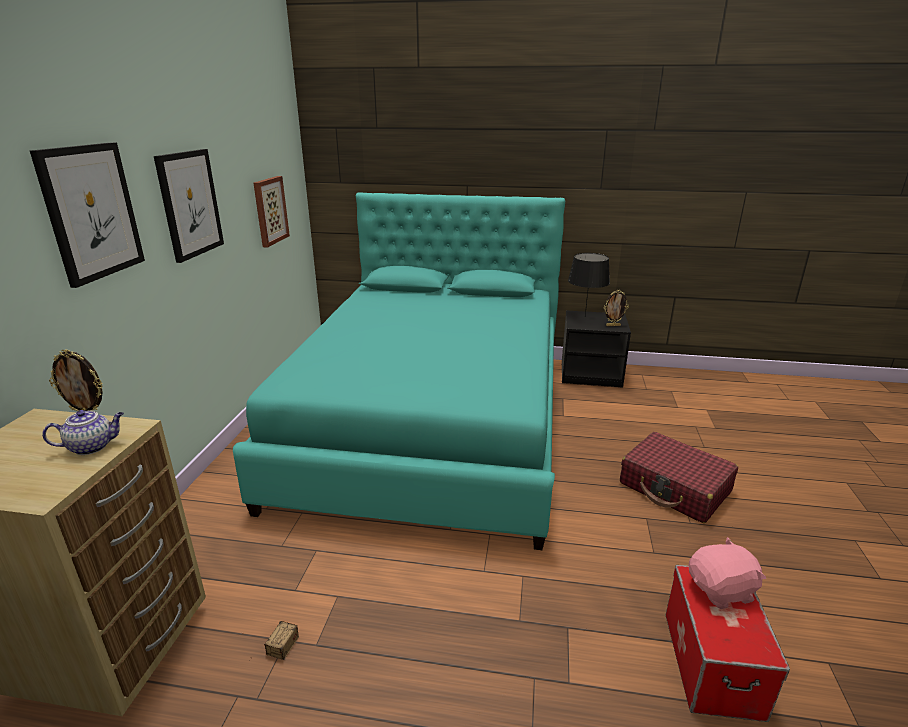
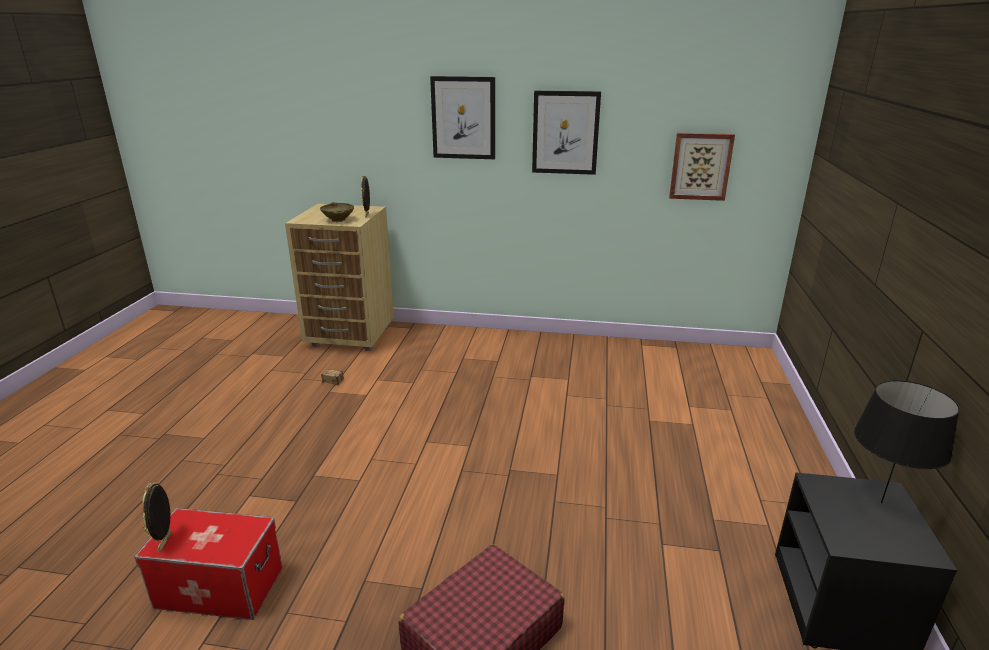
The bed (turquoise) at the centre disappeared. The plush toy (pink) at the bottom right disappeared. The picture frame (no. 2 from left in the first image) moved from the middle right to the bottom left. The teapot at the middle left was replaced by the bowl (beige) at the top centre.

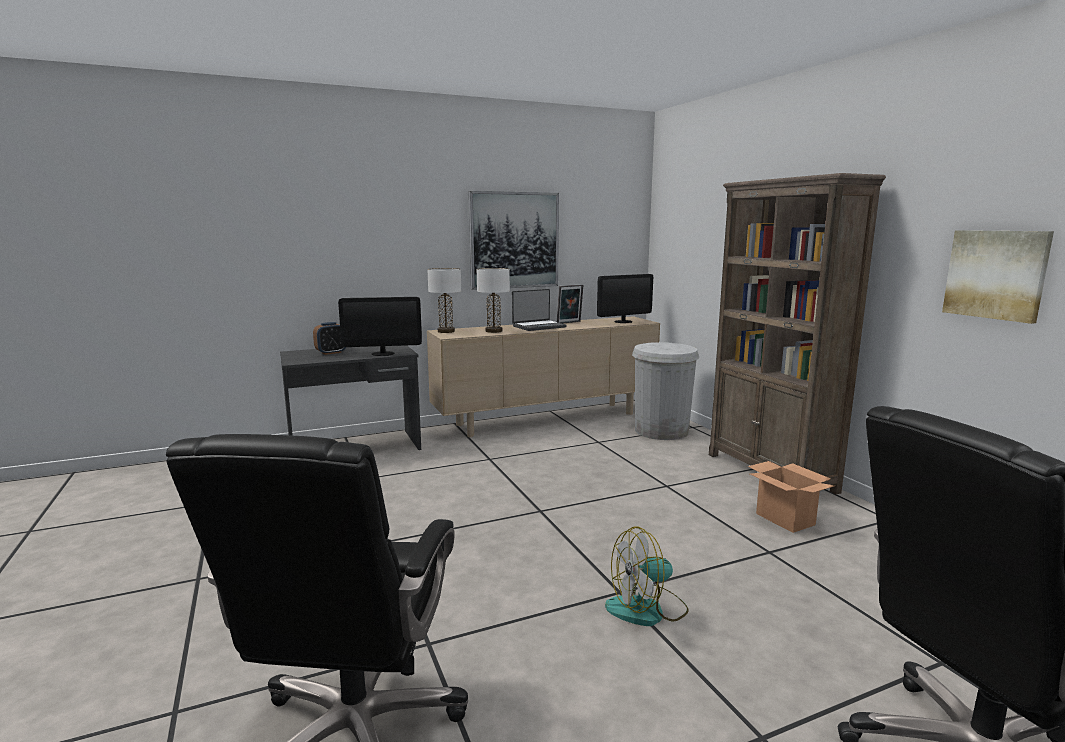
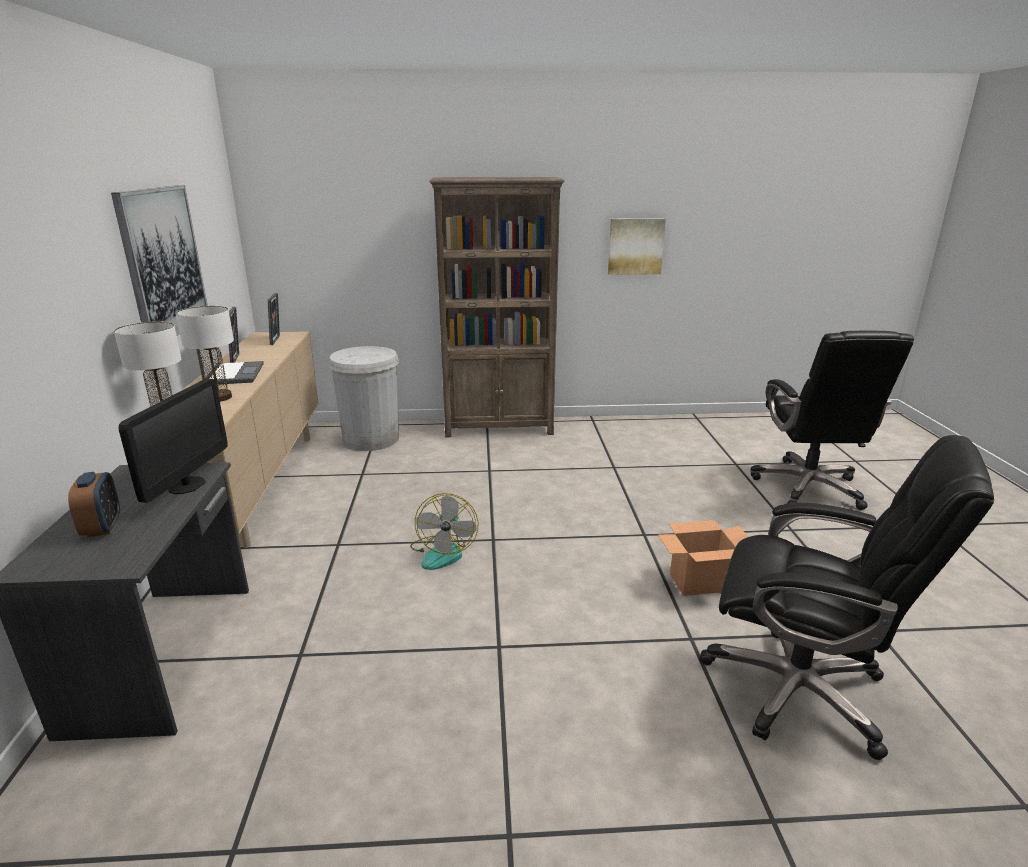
The fan moved from the bottom centre to the centre. The cardboard box moved from the bottom right to the middle right. The monitor (no. 2 from left) at the centre was replaced by the picture frame (no. 2 from left) at the middle left.

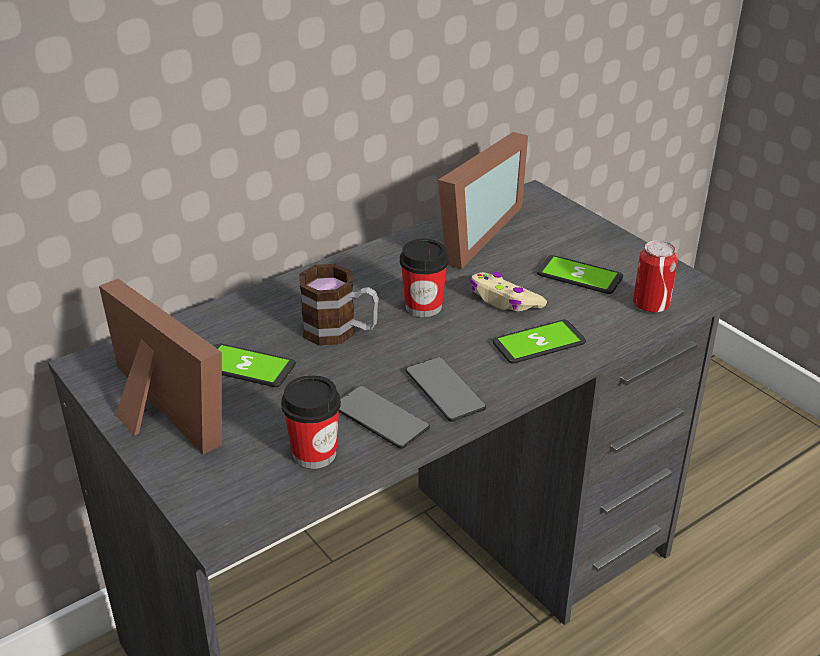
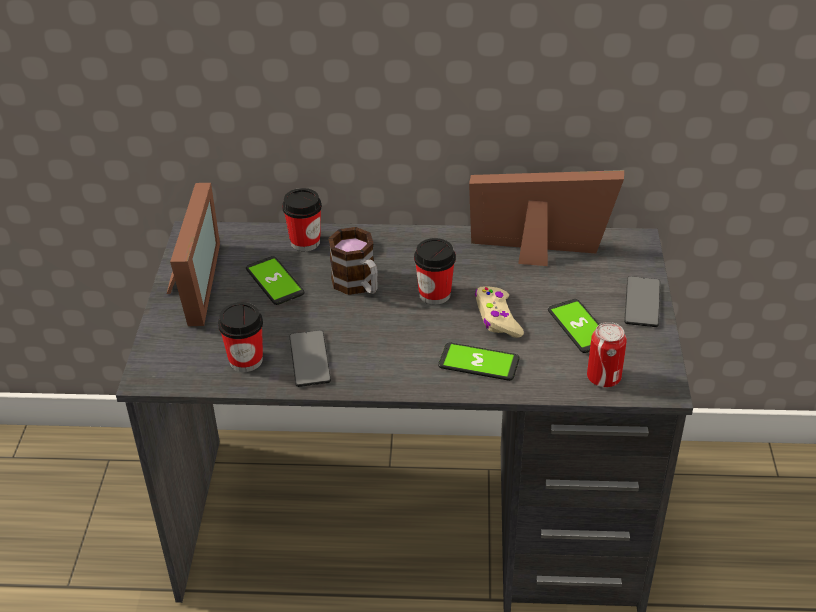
The cup (no. 2 from left) at the centre appeared. The phone (no. 3 from left in the first image) moved from the centre to the middle right. The picture frame (no. 2 from left) at the top centre turned 150 degrees counterclockwise.

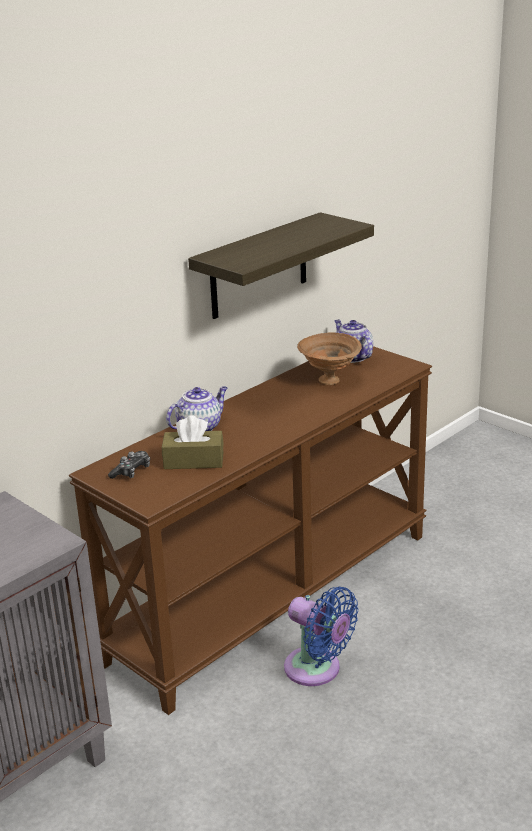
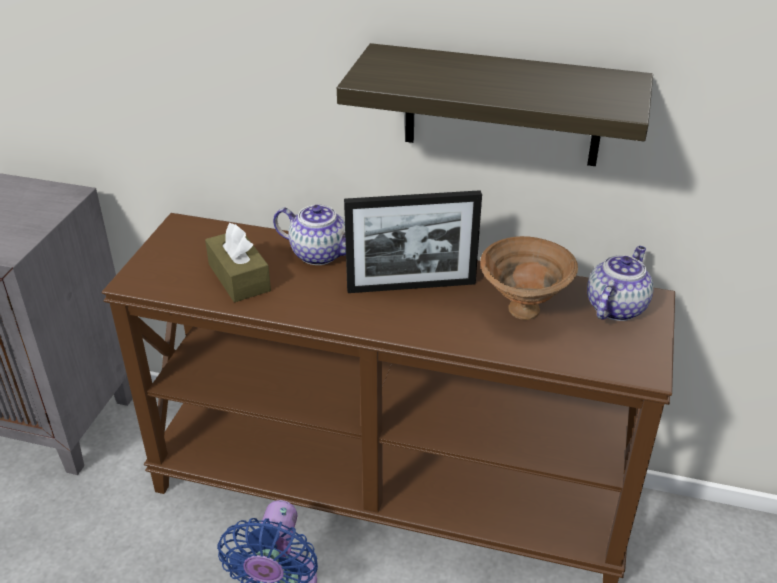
The game controller at the middle left disappeared. The picture frame at the centre appeared.

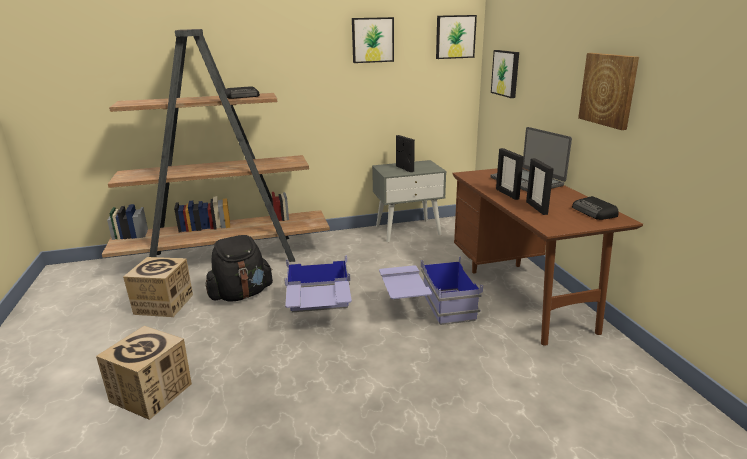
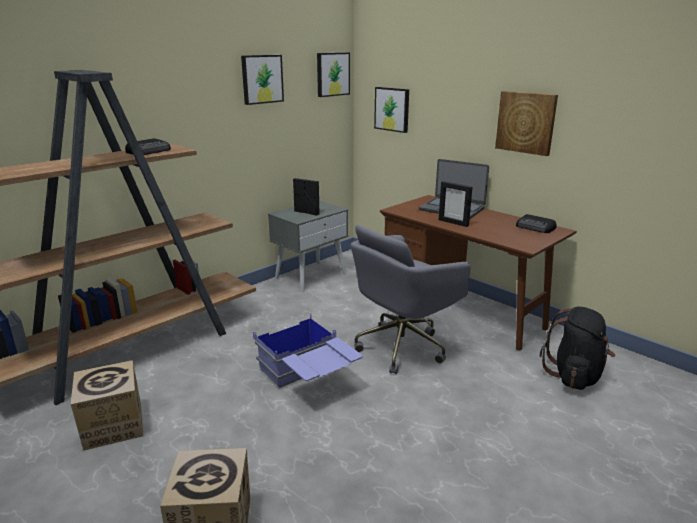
The picture frame (no. 3 from left) at the middle right disappeared. The backpack (black) moved from the middle left to the middle right. The storage box (blue) (no. 2 from left) at the centre was replaced by the office chair (grey) at the centre.

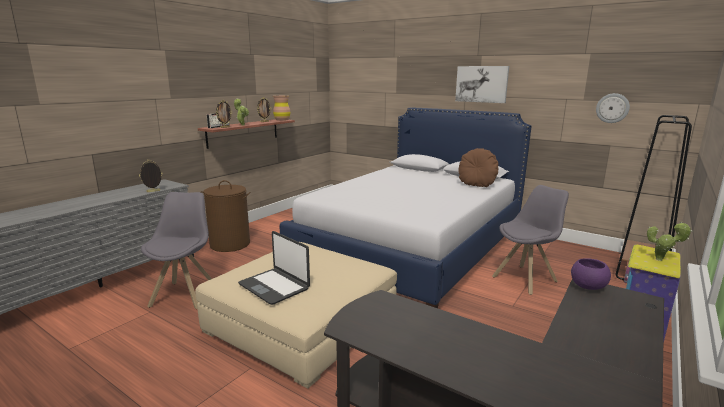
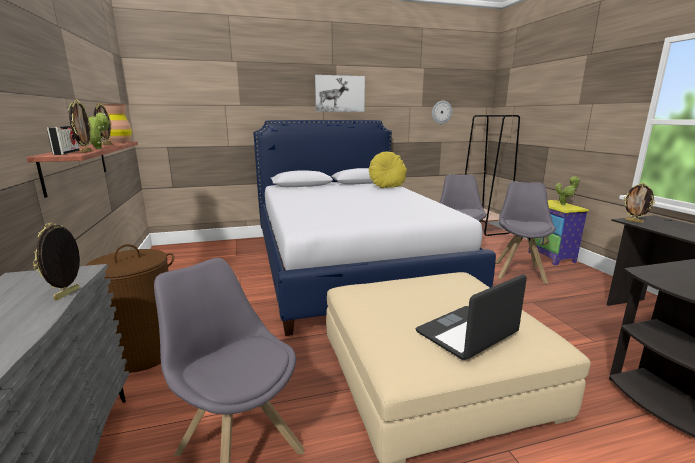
The chair (grey) (no. 3 from left) at the middle right appeared. The bowl (purple) at the bottom right was replaced by the picture frame (no. 4 from left) at the middle right. The pillow (brown) at the centre became the pillow (yellow) at the centre. The laptop at the centre turned 150 degrees clockwise.

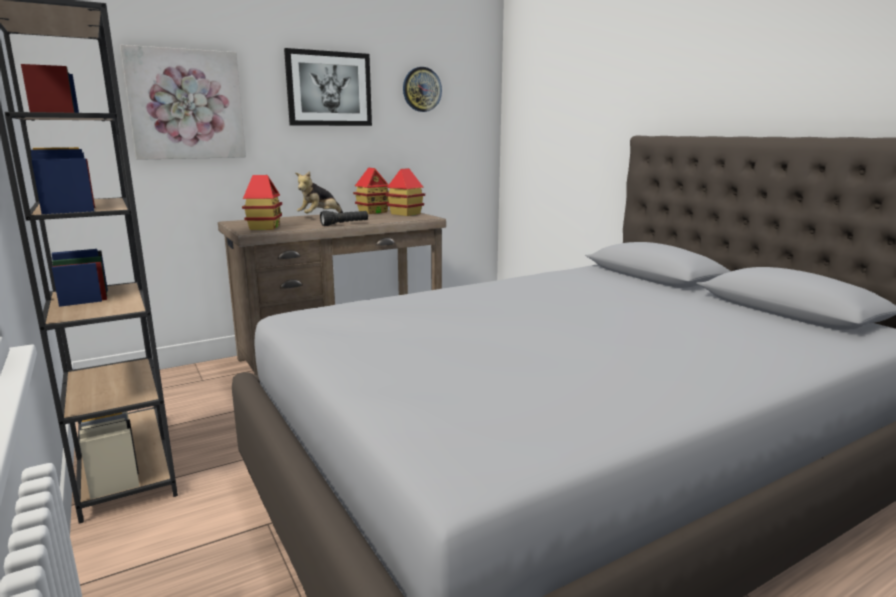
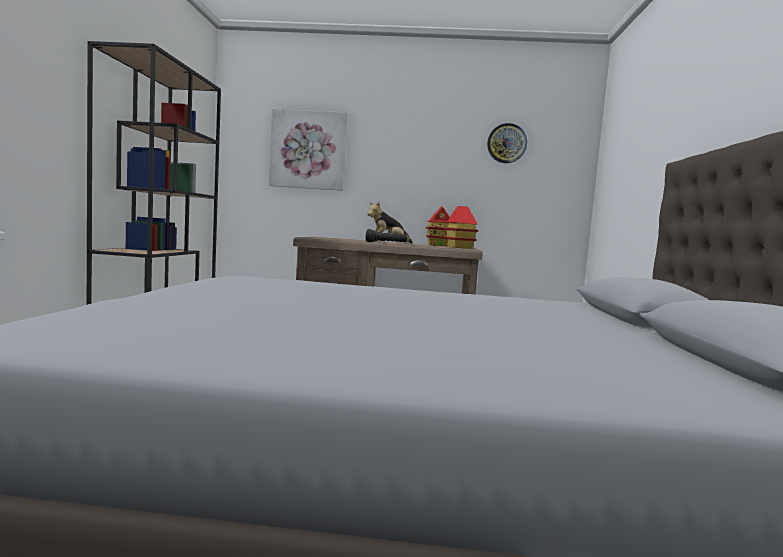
The toy house (no. 1 from left) at the middle left disappeared. The picture (no. 2 from left) at the top centre disappeared.

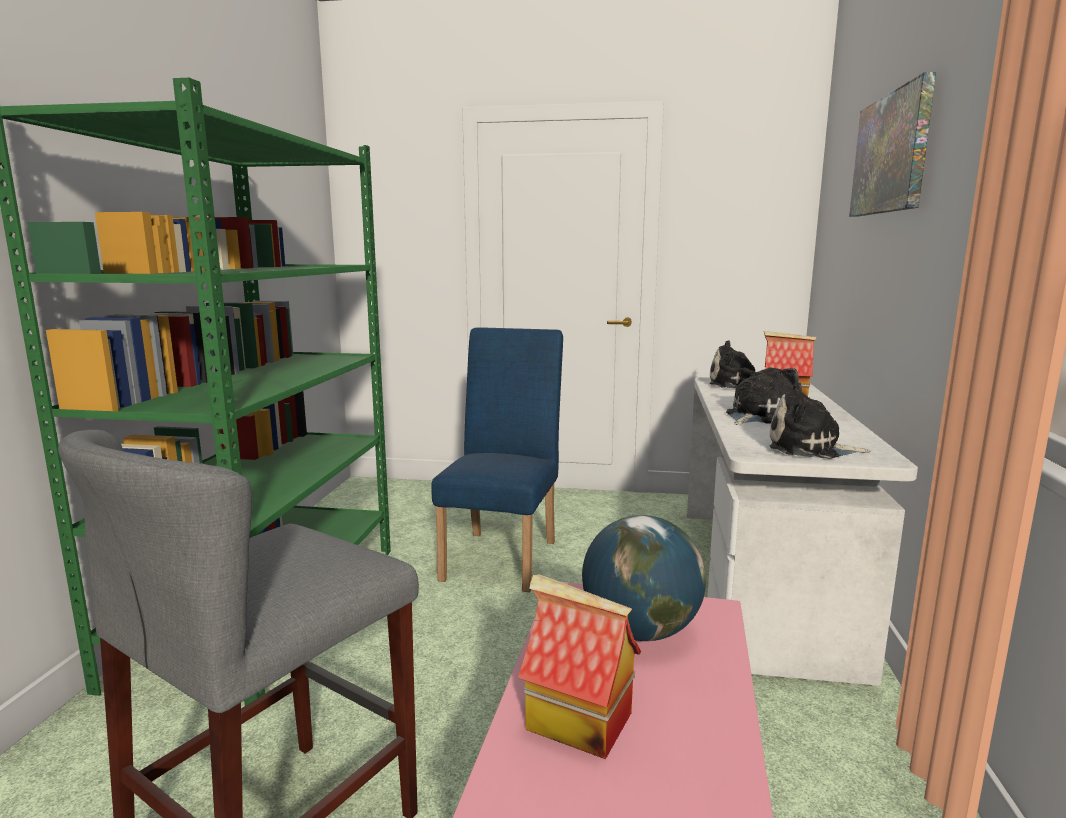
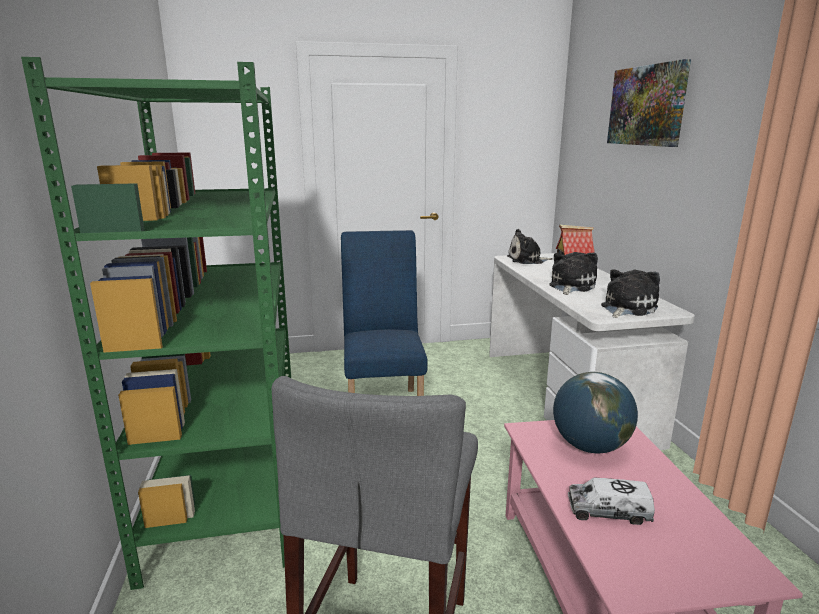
The toy house (no. 1 from left) at the bottom centre was replaced by the toy truck at the bottom right. The plush toy (no. 3 from left) at the middle right turned 135 degrees clockwise.

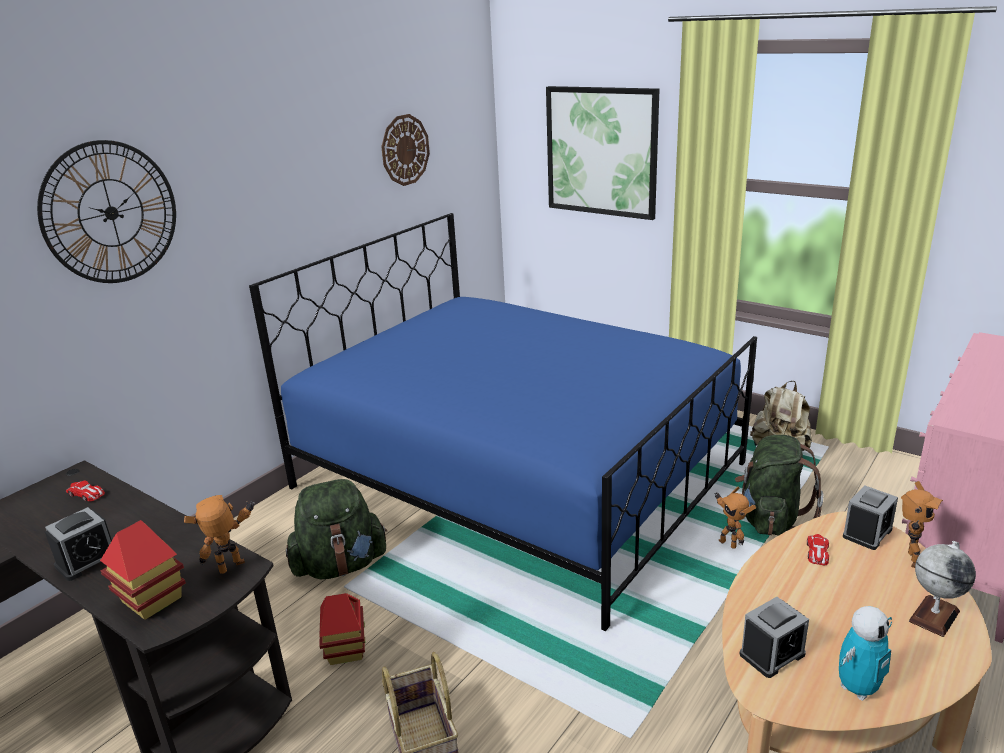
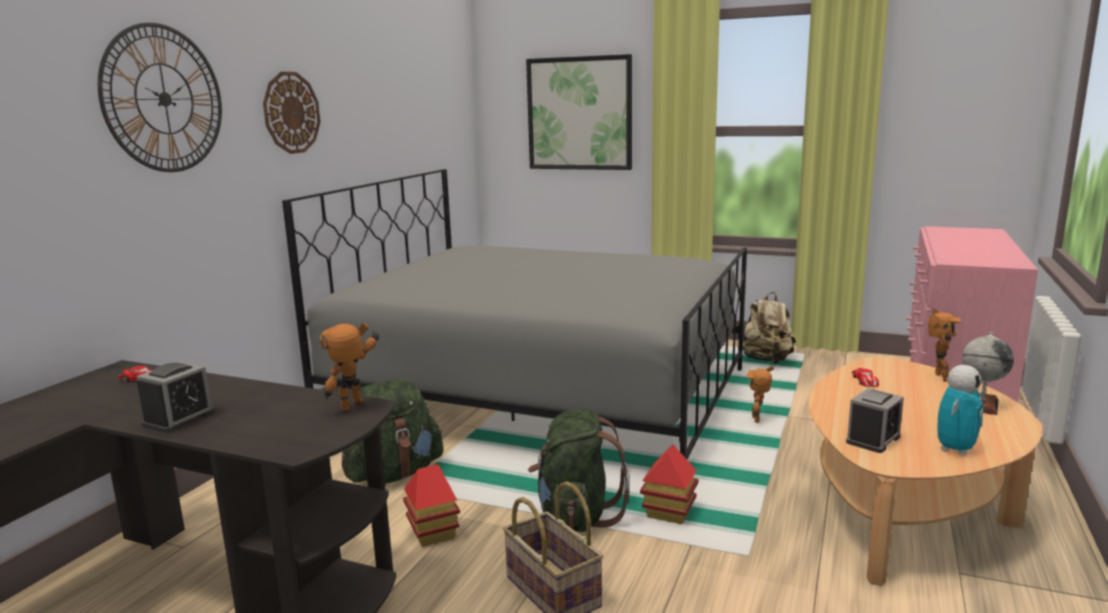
The alarm clock (no. 3 from left) at the bottom right disappeared. The toy house (no. 1 from left in the first image) moved from the bottom left to the bottom centre. The wall clock (no. 2 from left) moved from the top centre to the top left. The backpack (green) (no. 2 from left) moved from the middle right to the bottom centre. The bed (blue) at the centre became the bed (grey) at the centre. The toy robot (no. 2 from left) at the bottom right turned 60 degrees clockwise.

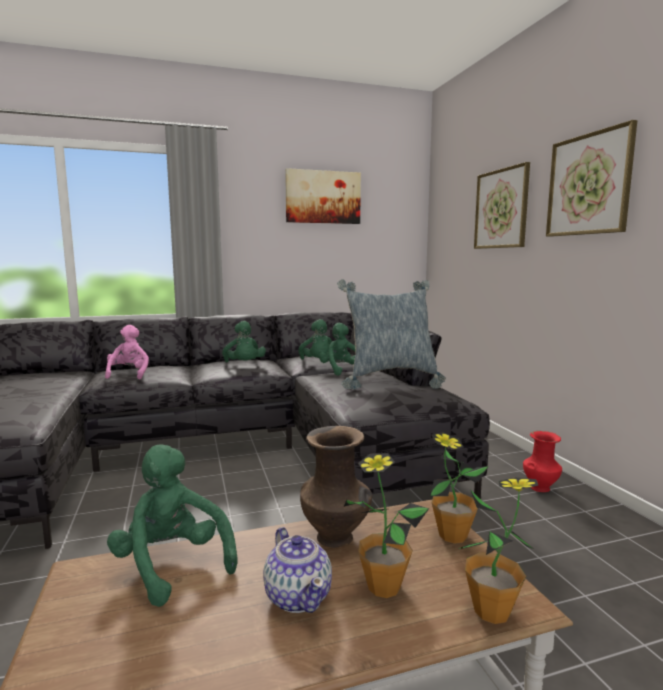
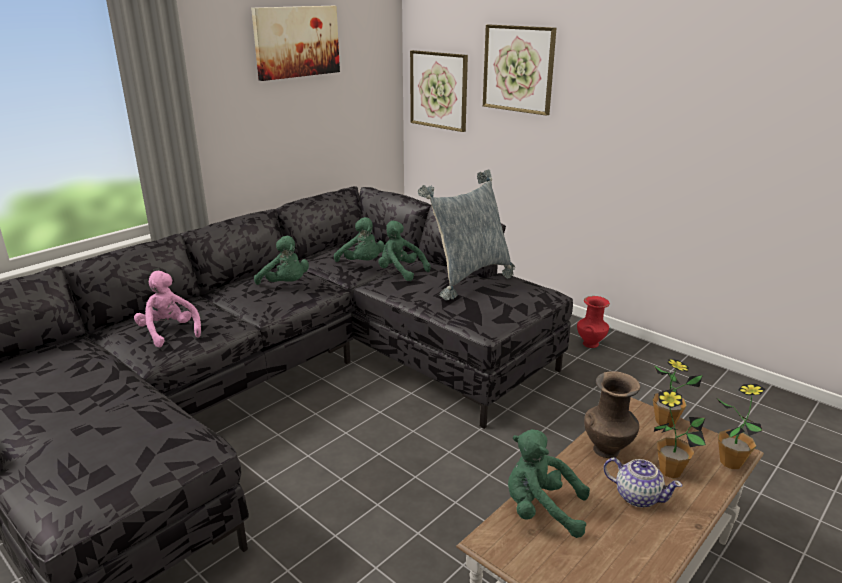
The picture (no. 3 from left in the first image) moved from the top right to the top centre.

